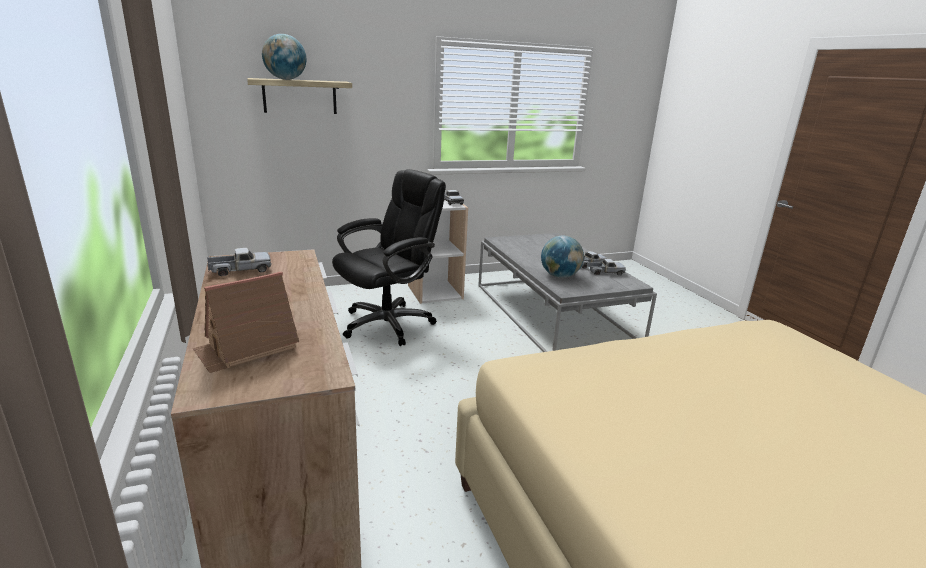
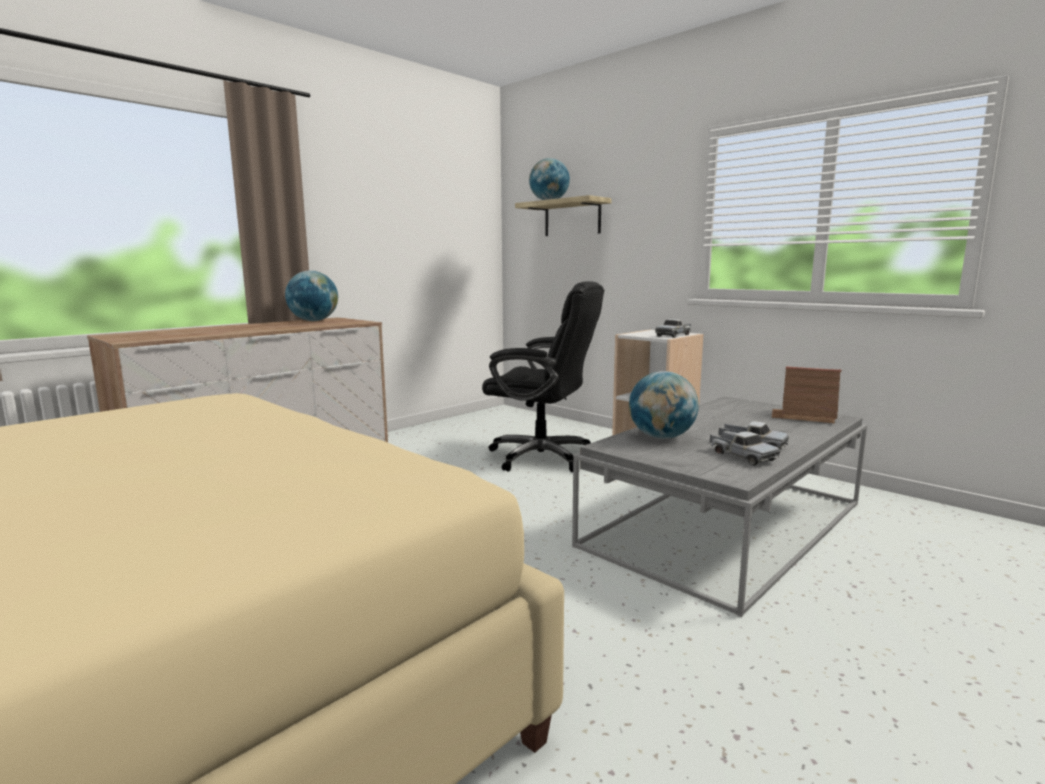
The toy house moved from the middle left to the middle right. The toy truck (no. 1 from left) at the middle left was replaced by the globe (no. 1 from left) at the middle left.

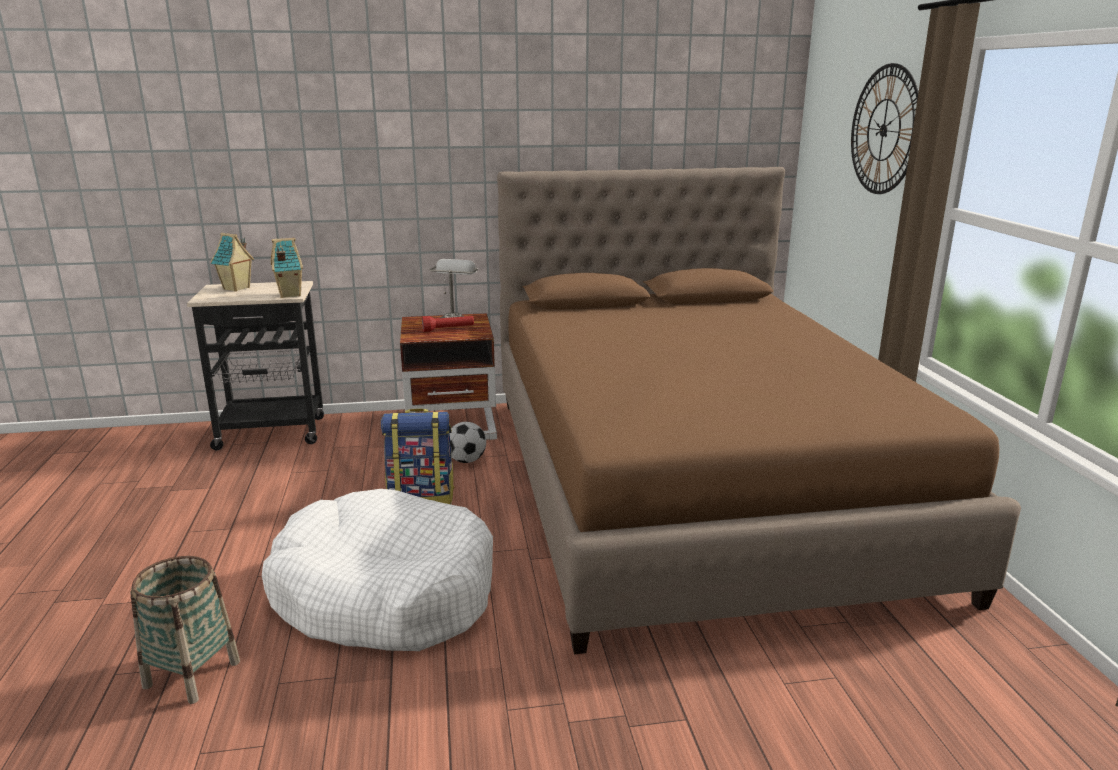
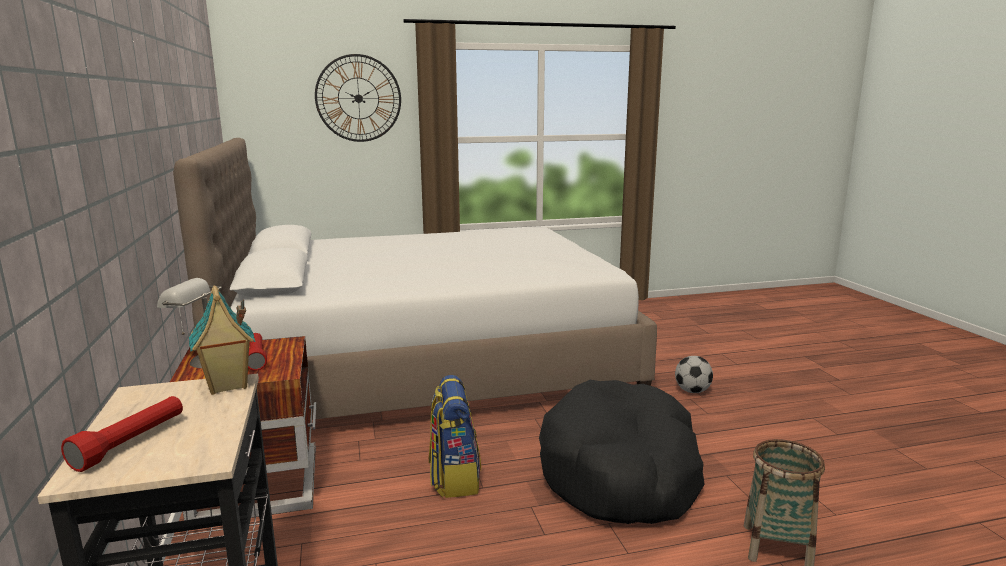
The football moved from the centre to the middle right. The toy house (no. 1 from left) at the middle left was replaced by the flashlight (red) (no. 1 from left) at the bottom left. The dog bed (white) at the bottom centre became the dog bed (black) at the bottom centre. The bed (brown) at the middle right became the bed (white) at the centre.

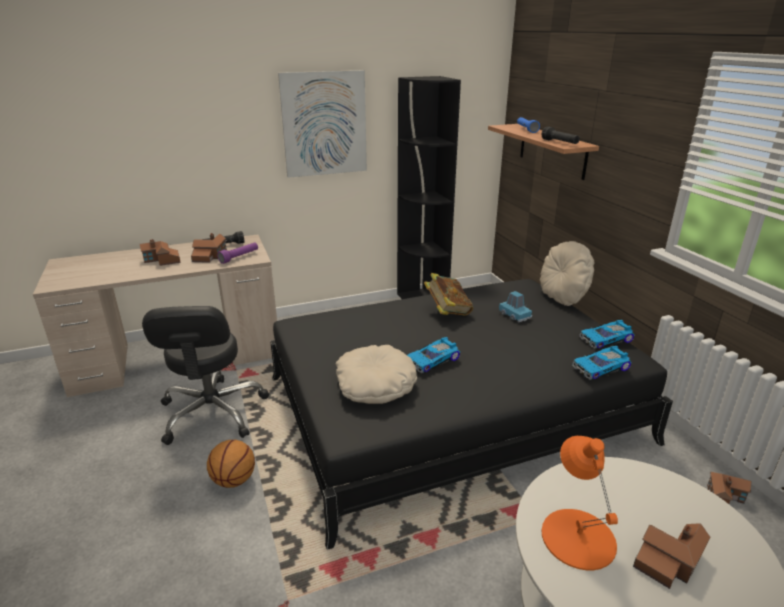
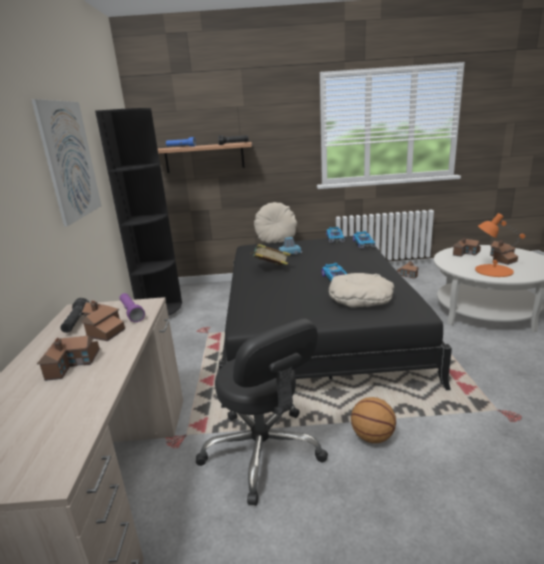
The toy house (no. 4 from left) at the middle right appeared. The office chair (black) at the middle left turned 45 degrees clockwise.

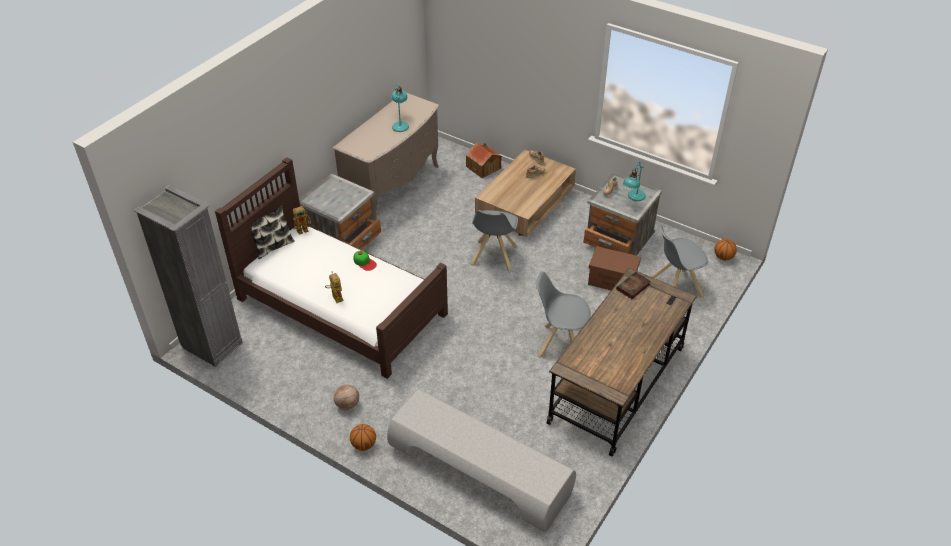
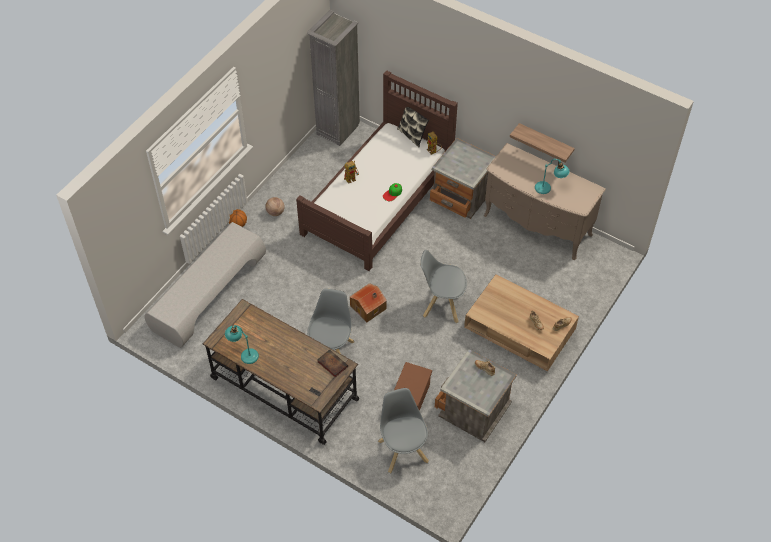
The basketball (no. 3 from left) at the middle right disappeared. The shelf at the top right appeared. The toy house moved from the top centre to the centre. The table lamp (turquoise) (no. 2 from left in the first image) moved from the top right to the middle left.

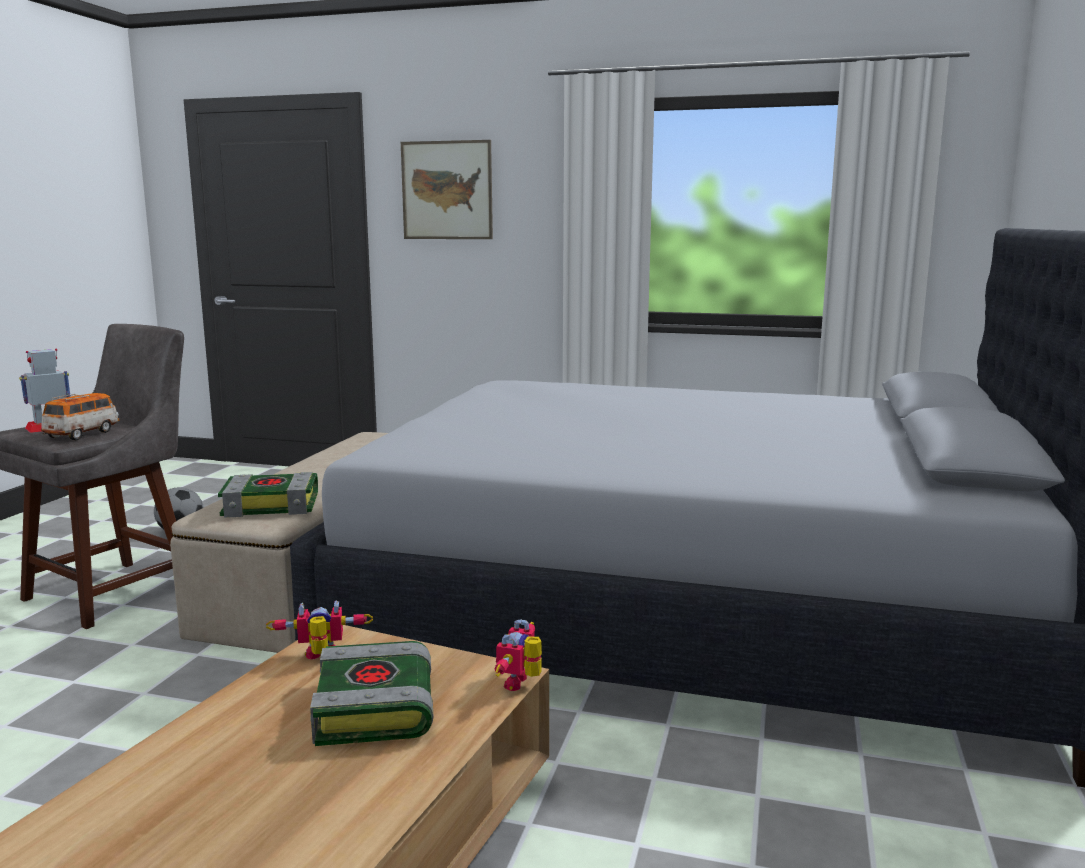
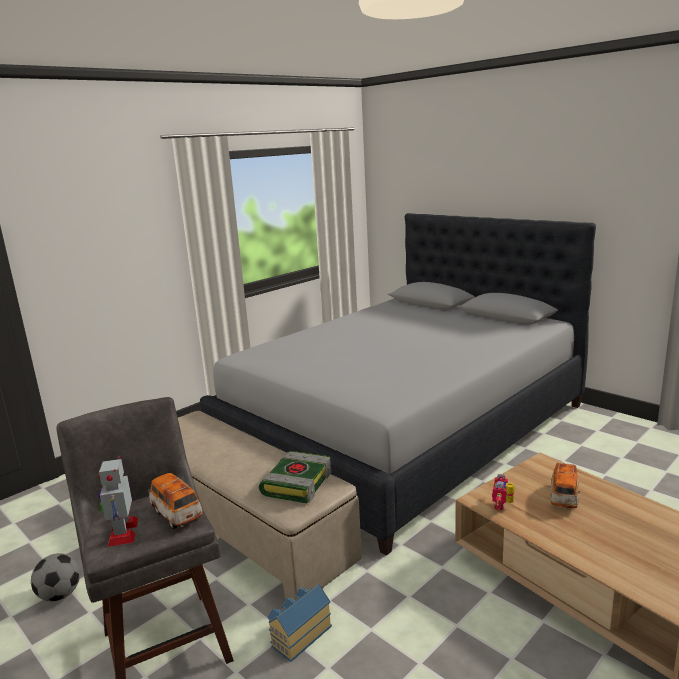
The picture at the top centre disappeared. The toy robot (no. 3 from left) at the bottom centre disappeared. The toy house at the bottom centre appeared. The book (no. 2 from left) at the bottom centre was replaced by the toy car (no. 2 from left) at the bottom right.

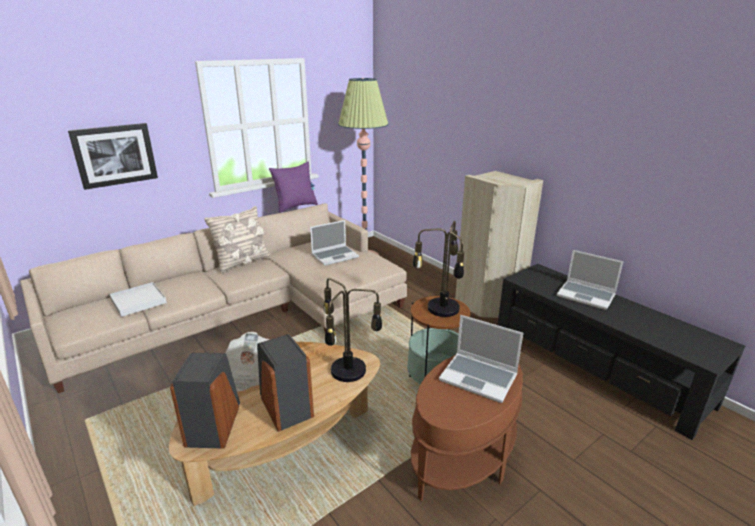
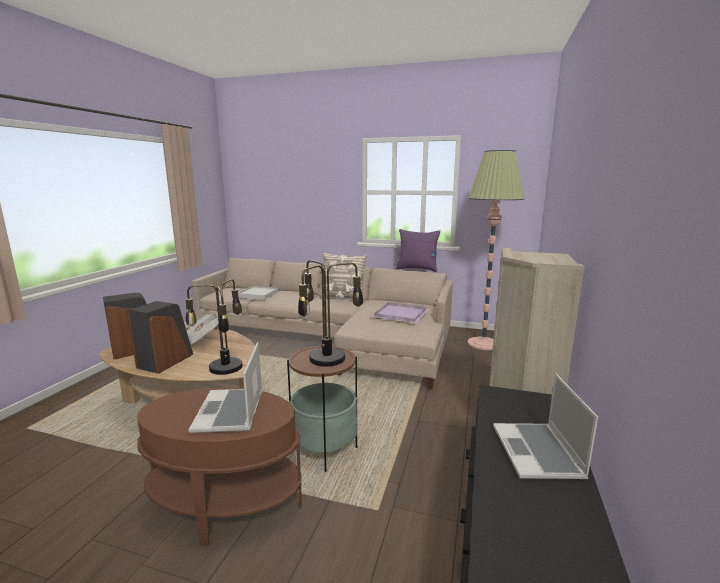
The picture at the top left disappeared. The laptop (no. 1 from left) at the centre was replaced by the tray (purple) at the centre.

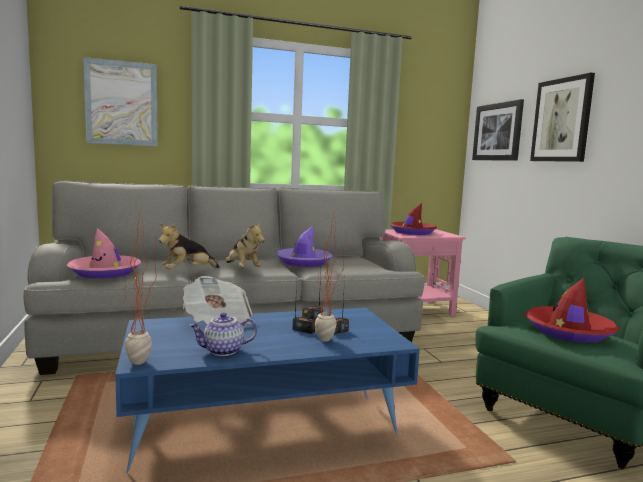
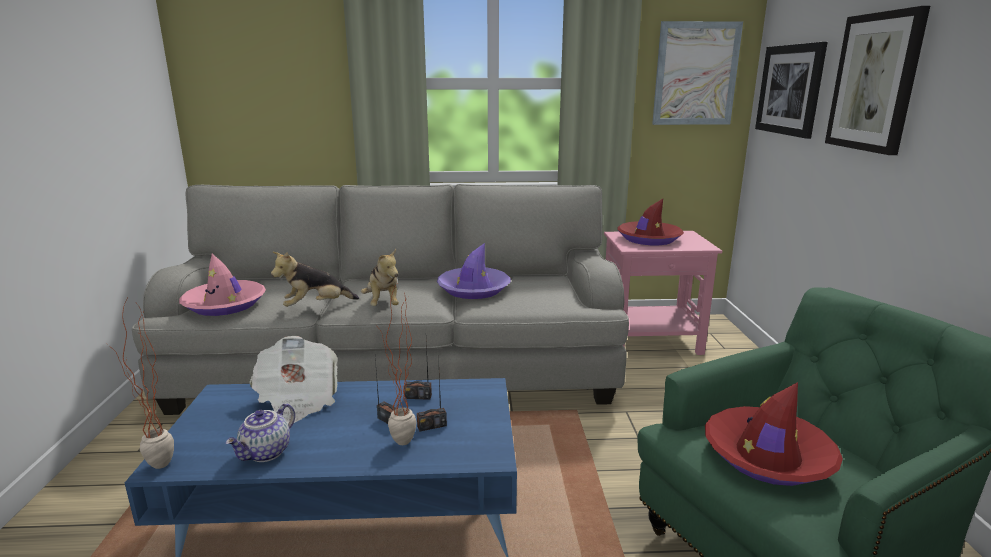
The picture (no. 1 from left) moved from the top left to the top right. The teapot at the bottom centre turned 60 degrees counterclockwise.

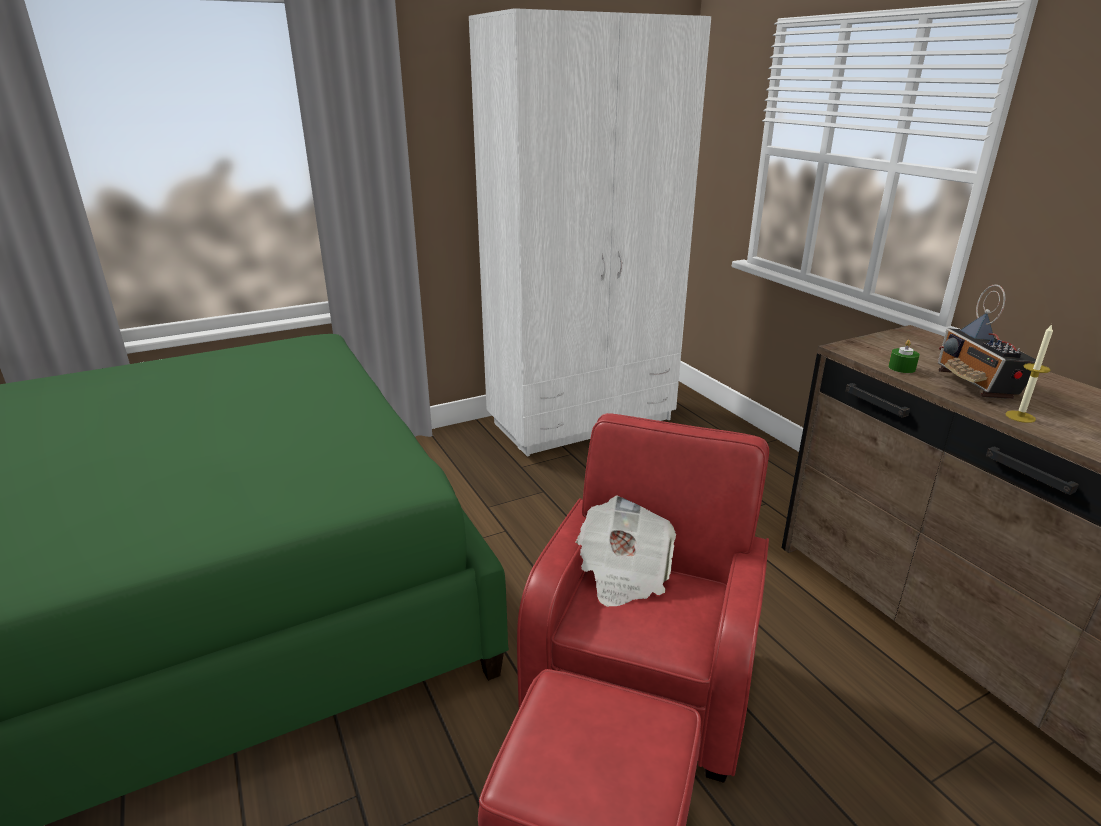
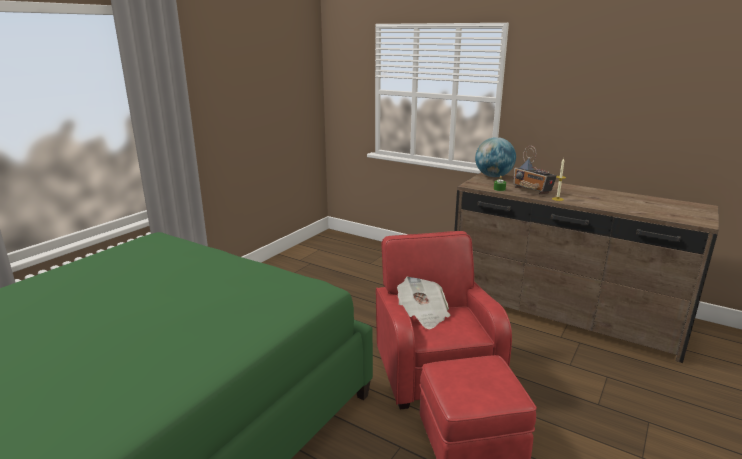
The wardrobe (white) at the top centre disappeared. The globe at the middle right appeared.

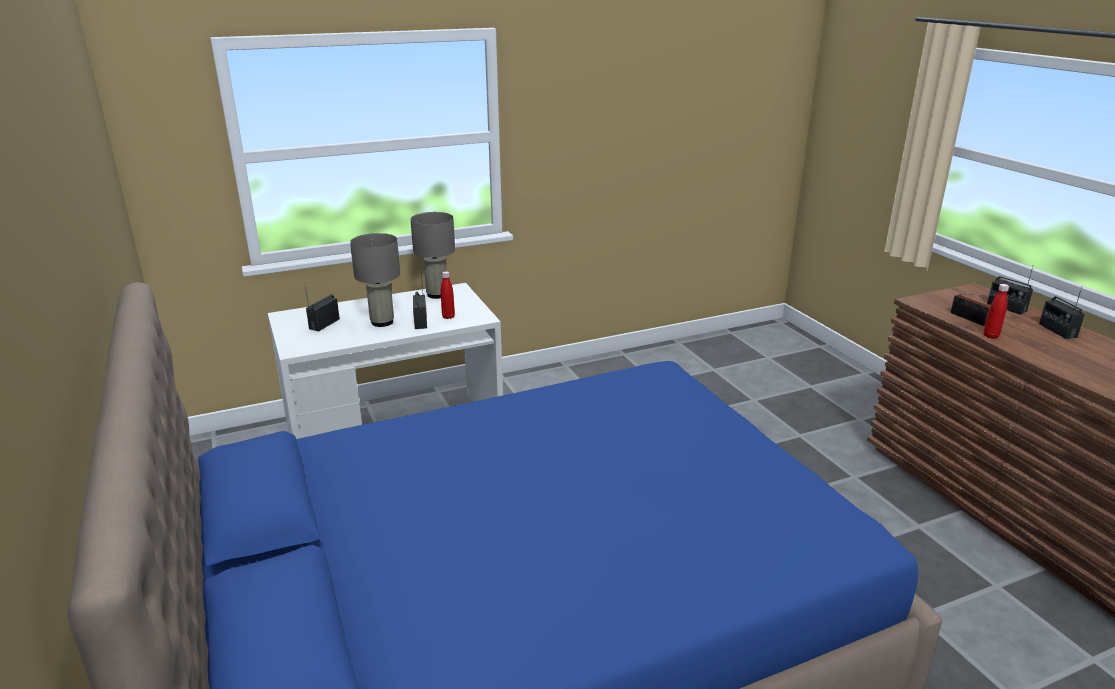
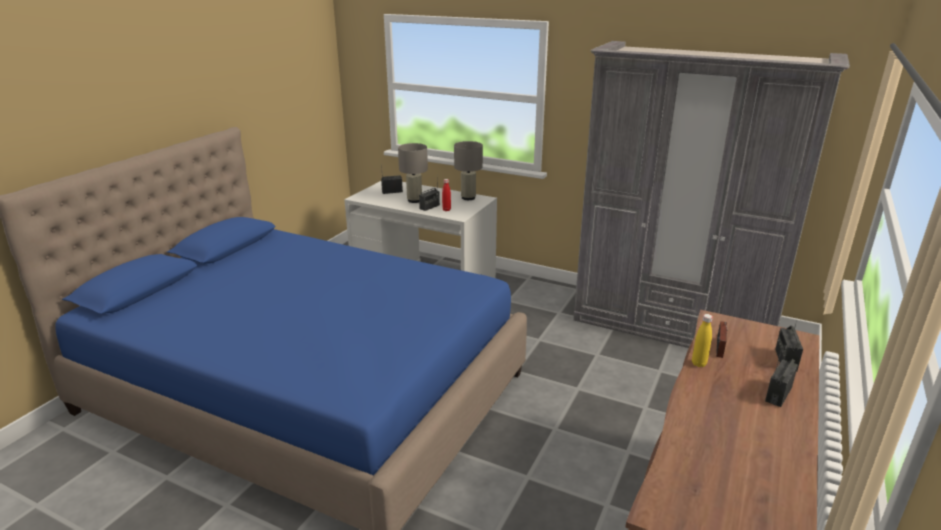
The wardrobe (grey) at the middle right appeared. The bottle (red) (no. 2 from left) at the middle right became the bottle (yellow) at the middle right.

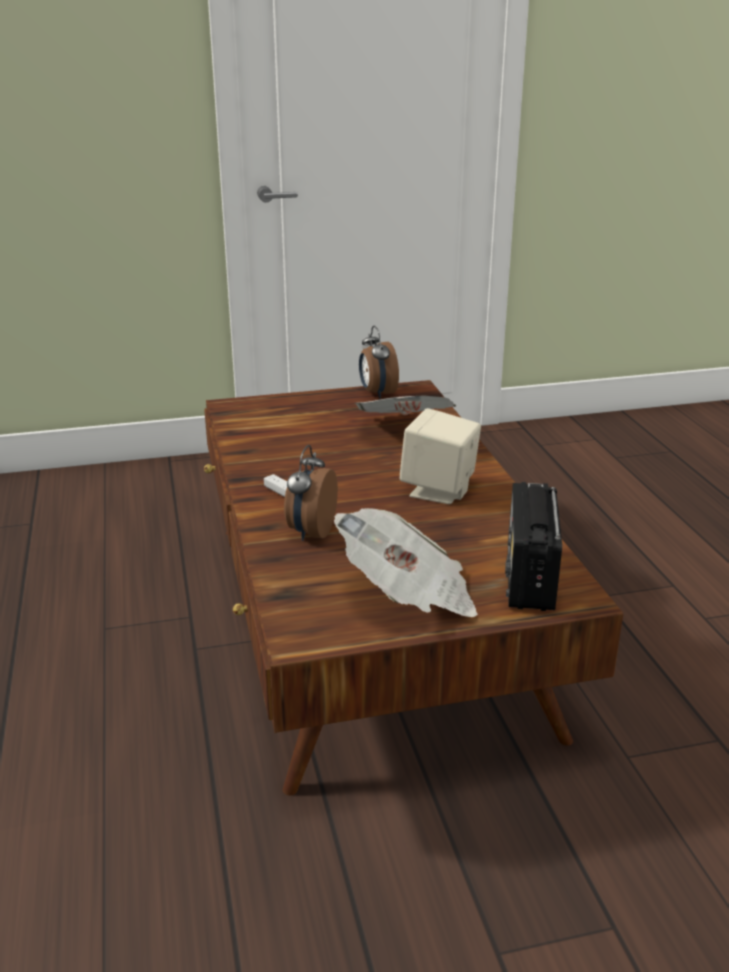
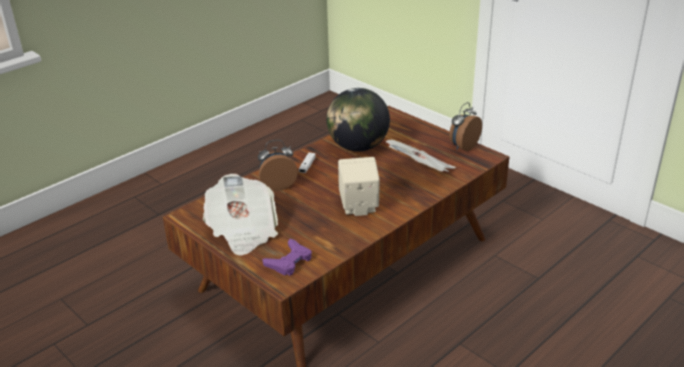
The globe at the top centre appeared. The radio at the middle right was replaced by the game controller (purple) at the bottom centre.

